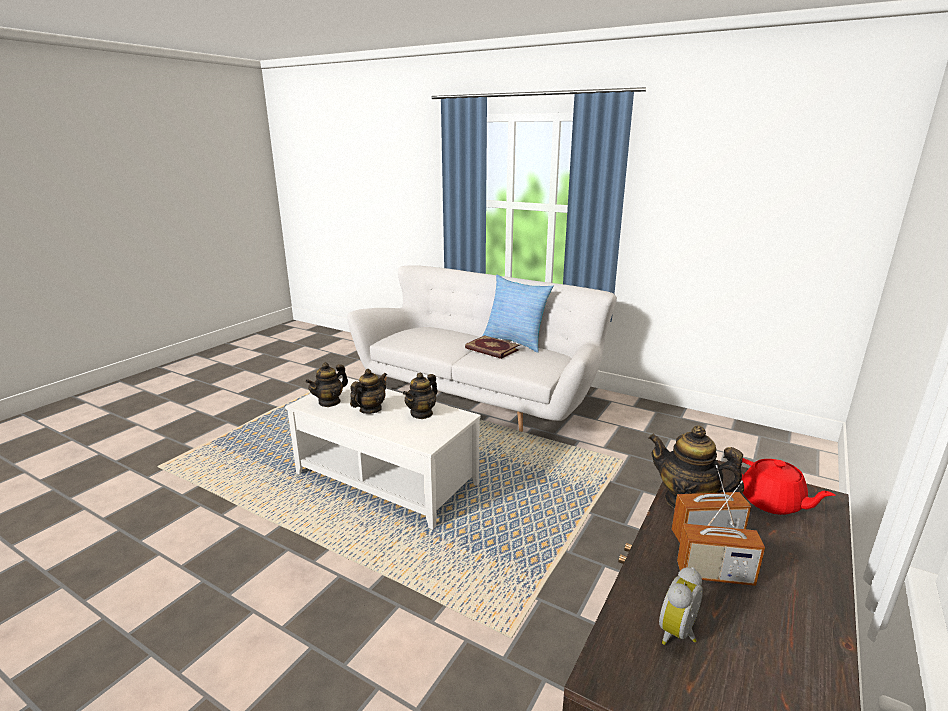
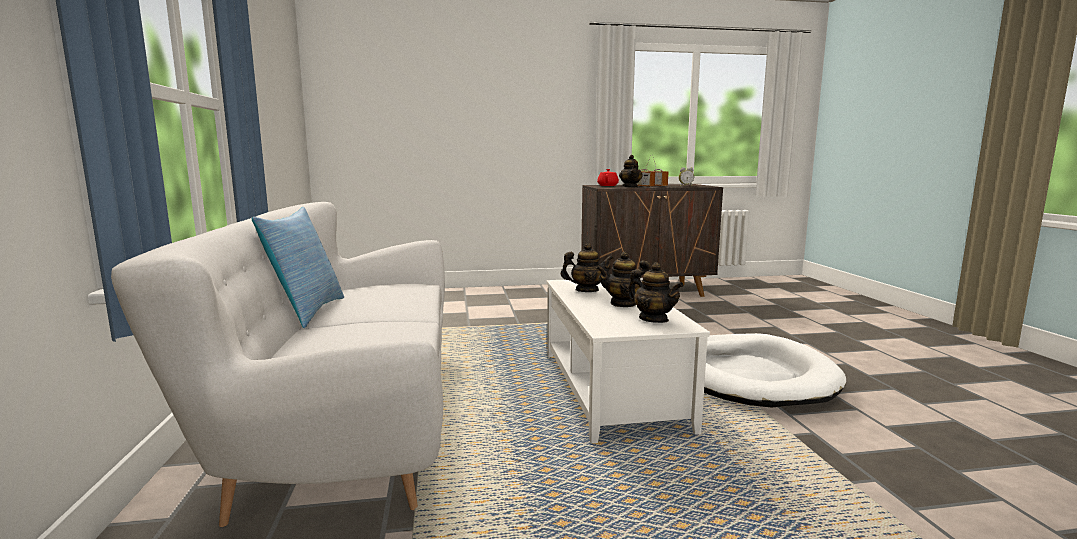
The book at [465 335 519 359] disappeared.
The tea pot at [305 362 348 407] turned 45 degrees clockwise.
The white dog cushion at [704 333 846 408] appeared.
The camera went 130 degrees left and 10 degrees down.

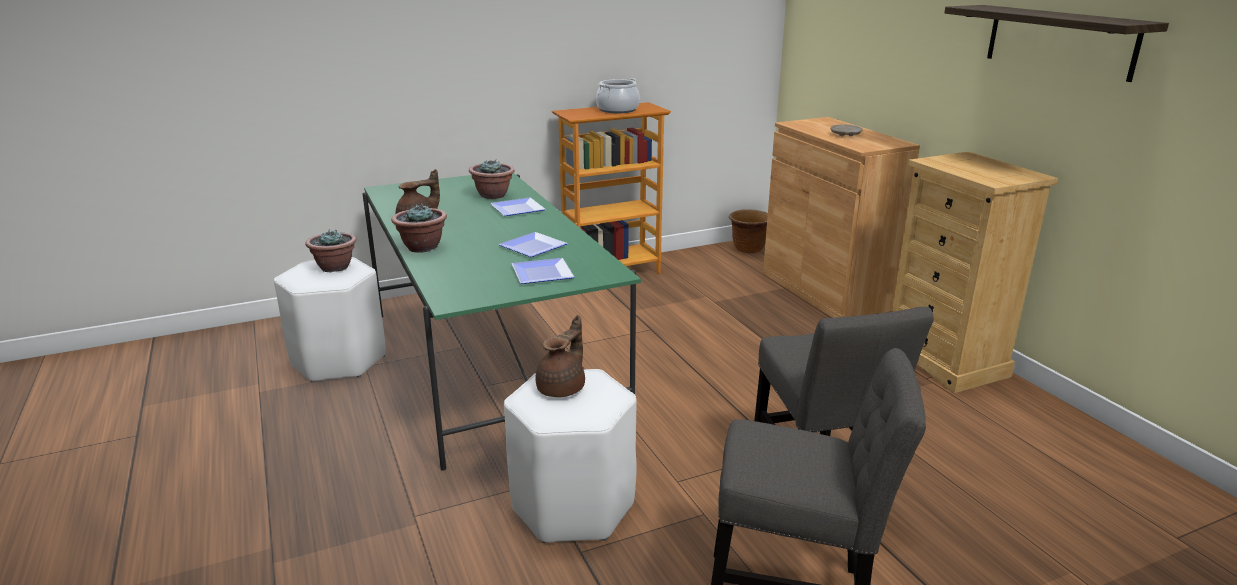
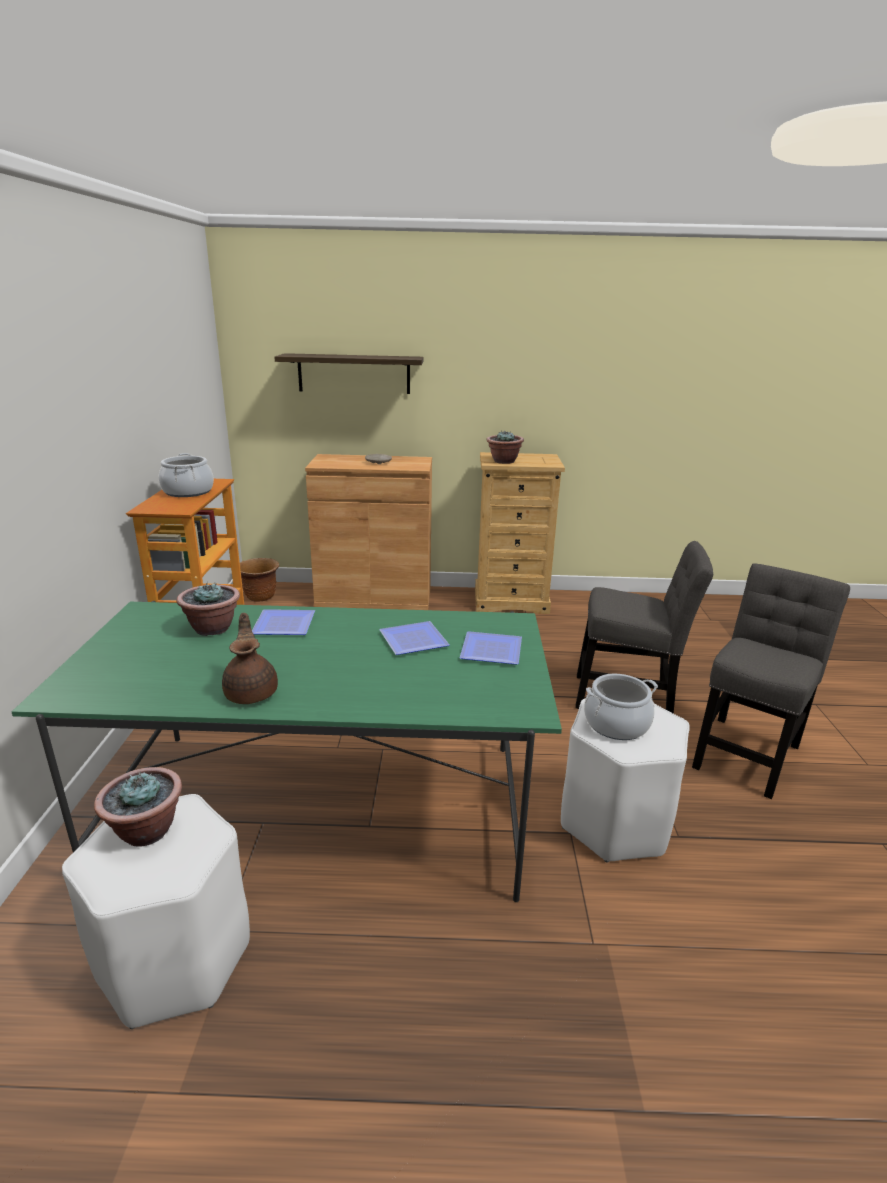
The shelf moved from [944 5 1169 82] to [275 353 424 394].
The houseplant moved from [391 203 447 253] to [486 430 524 464].
The brown-coloured tea pot at [535 315 585 397] was replaced by the saucepot at [584 674 658 740].
The camera went 65 degrees left and 0 degrees up.

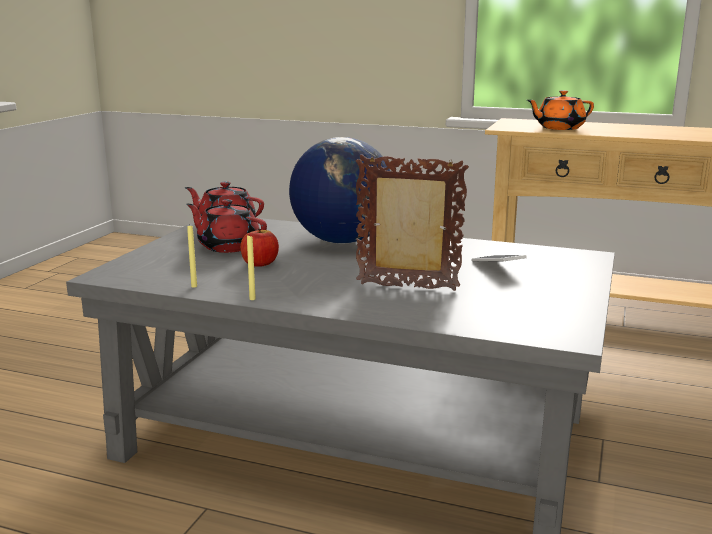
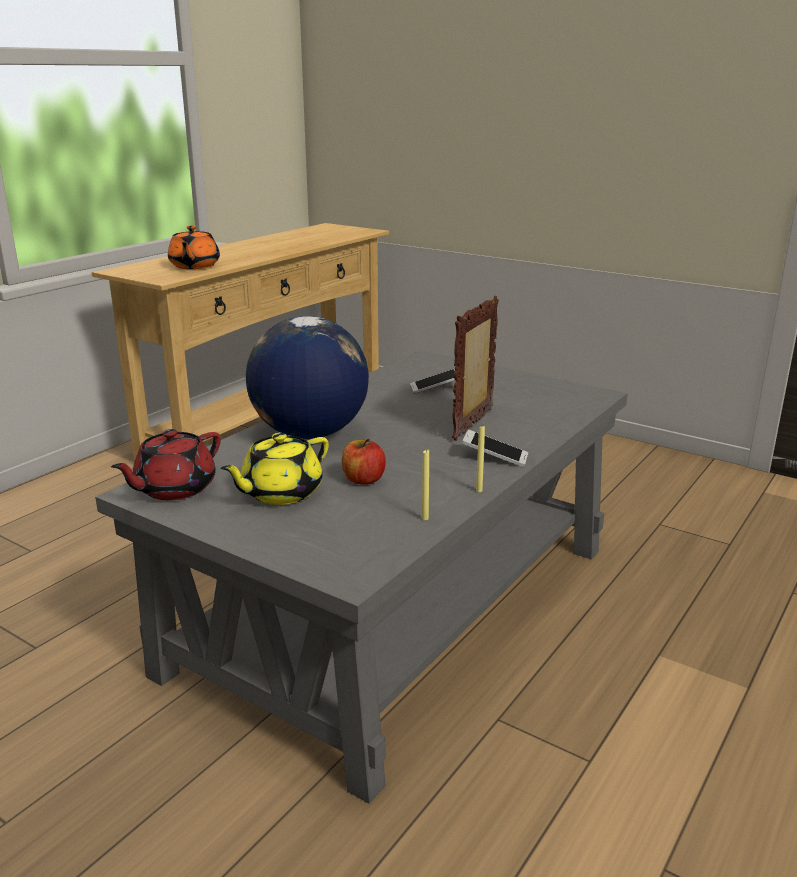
The reddish tea pot at [186 199 267 253] became the yellow-coloured tea pot at [220 433 329 505].
The handset at [462 430 528 467] appeared.
The camera went 75 degrees left and 5 degrees up.

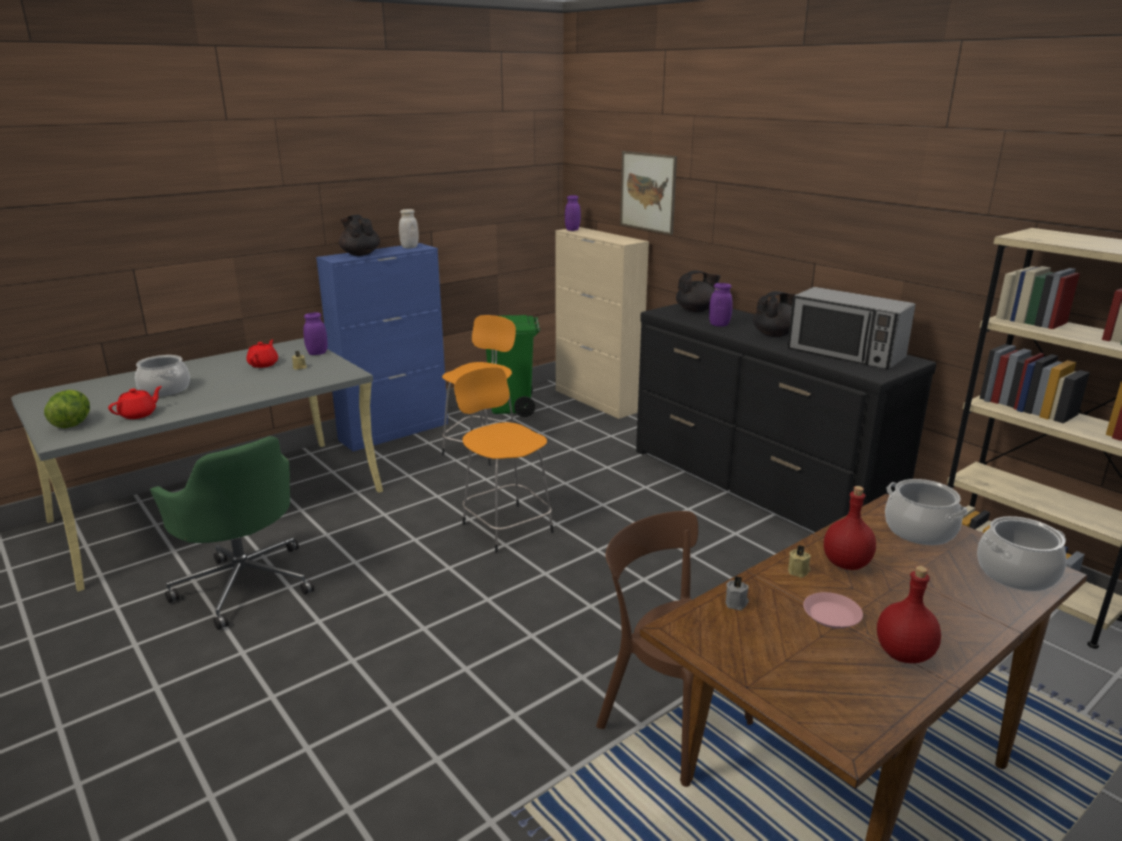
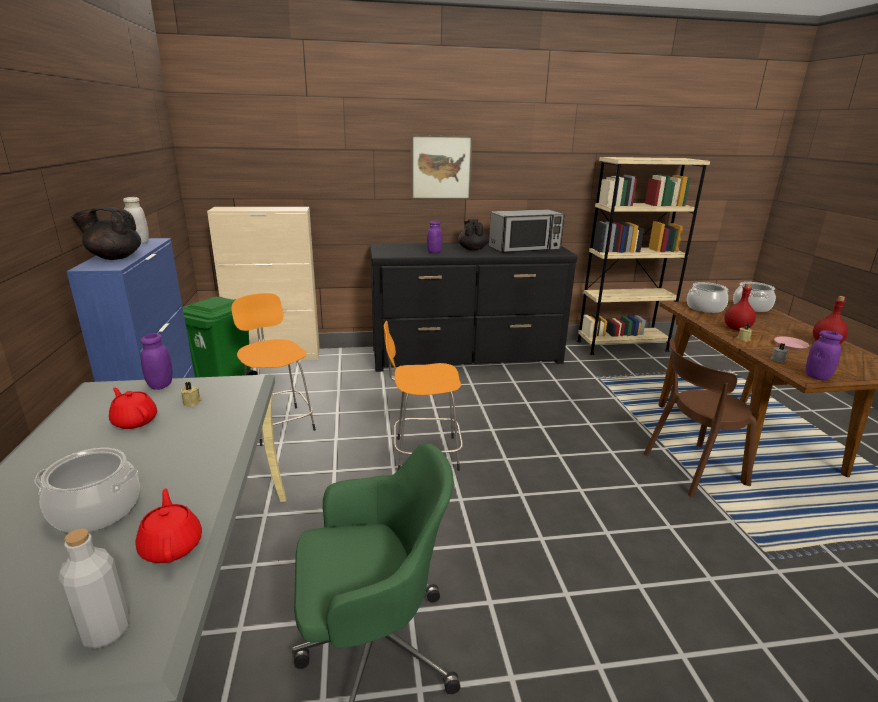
The picture moved from [620 151 677 235] to [411 135 473 200].
The purple-coloured storage jar moved from [565 195 581 231] to [806 330 843 380].
The black tea pot at [676 271 721 312] disappeared.
The lettuce at [44 390 90 428] was replaced by the gray bottle at [59 528 130 649].
The camera went 60 degrees left and 0 degrees up.

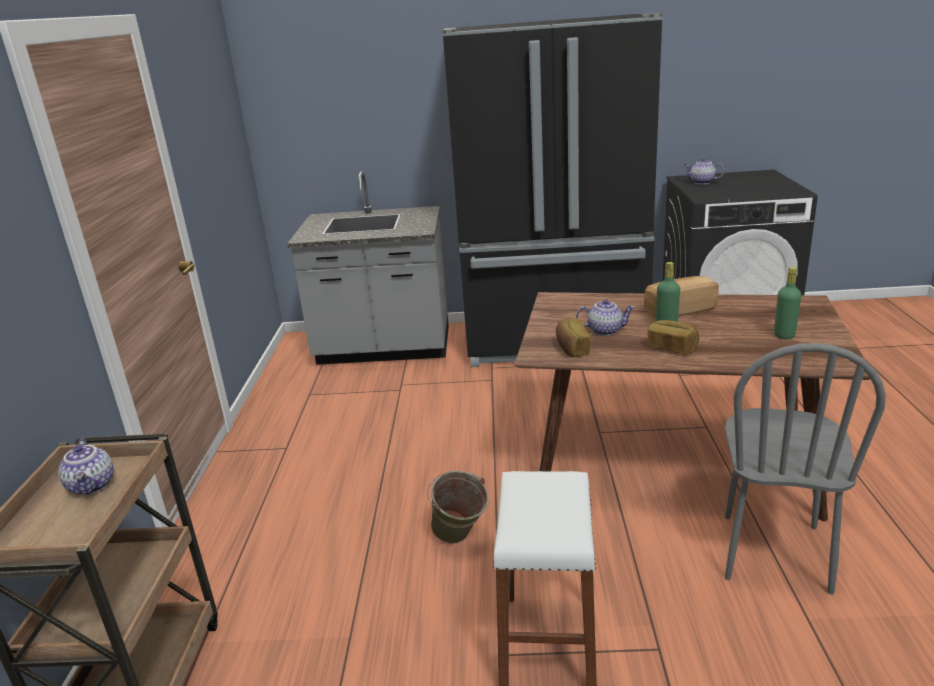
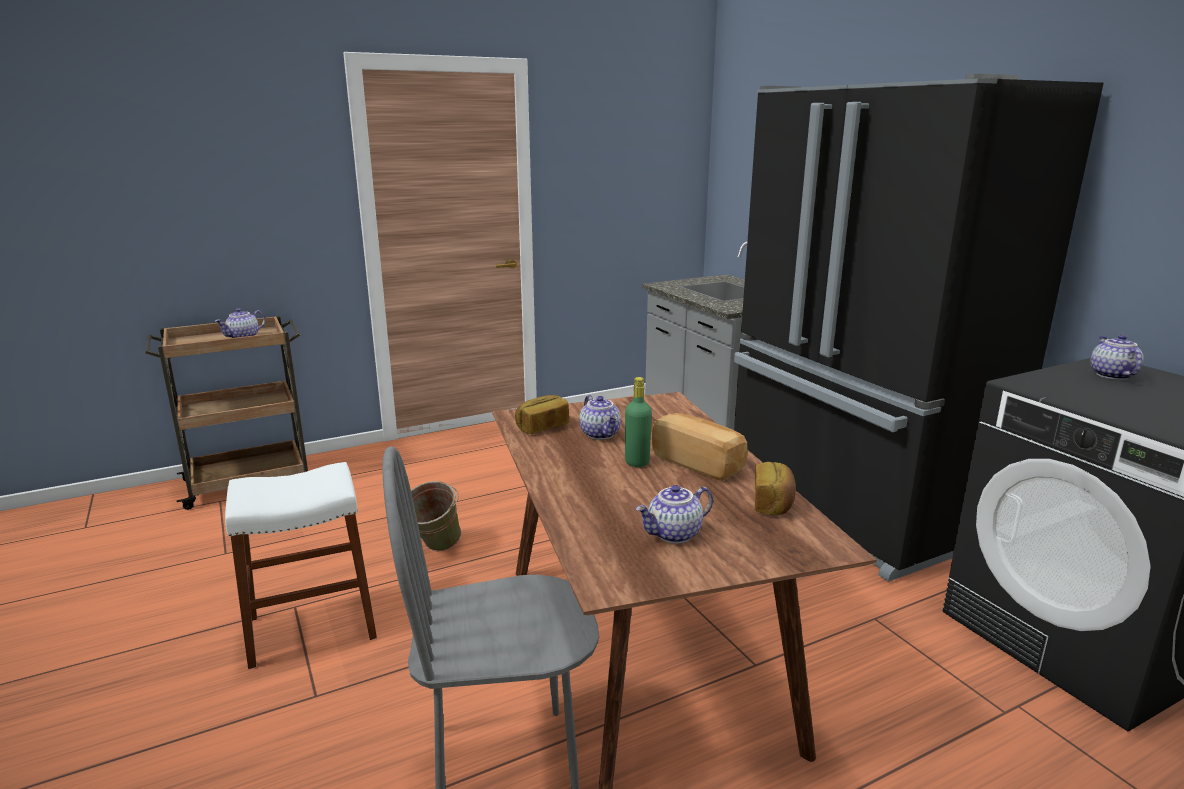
The greenish bottle at [774 267 801 340] was replaced by the tea pot at [636 485 713 544].
The baked bread moved from [648 320 699 354] to [755 462 796 515].
The camera went 60 degrees right and 5 degrees down.

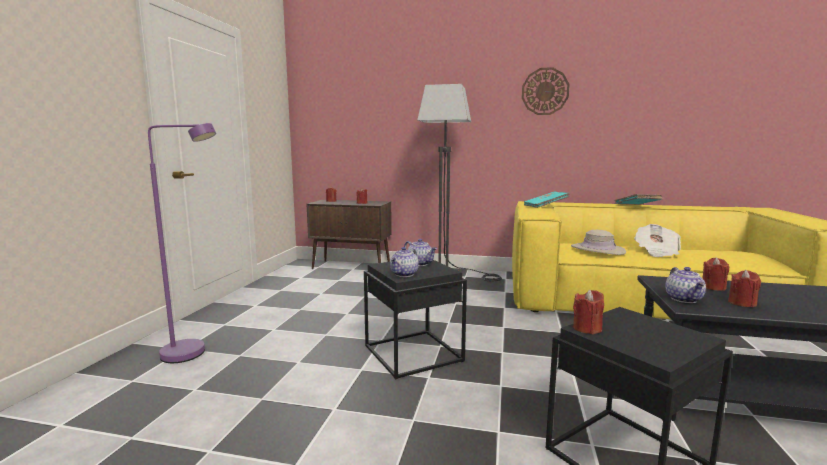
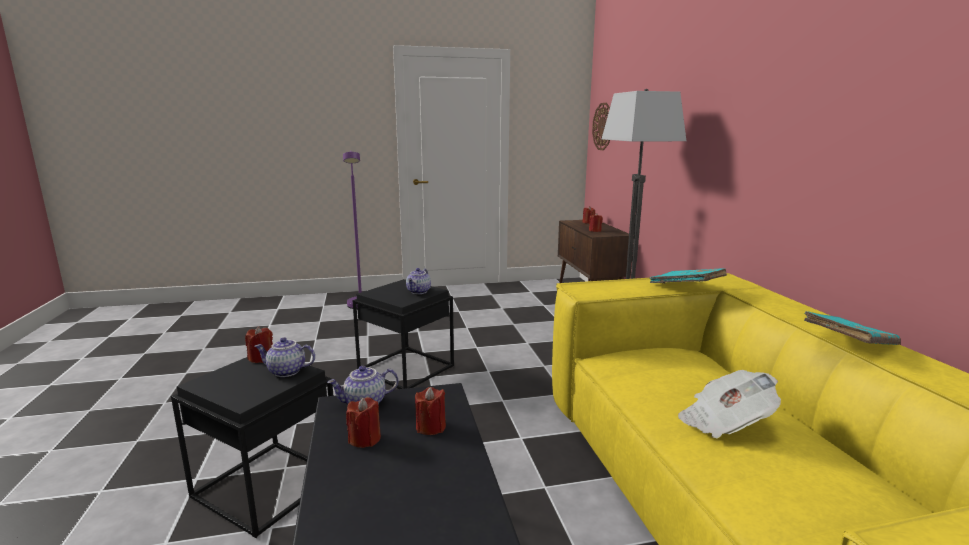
The wall clock moved from [522 67 570 115] to [592 103 610 150].
The beige-coloured hat at [571 230 626 255] disappeared.
The tea pot moved from [390 247 419 277] to [254 337 315 377].
The camera went 65 degrees right and 5 degrees up.

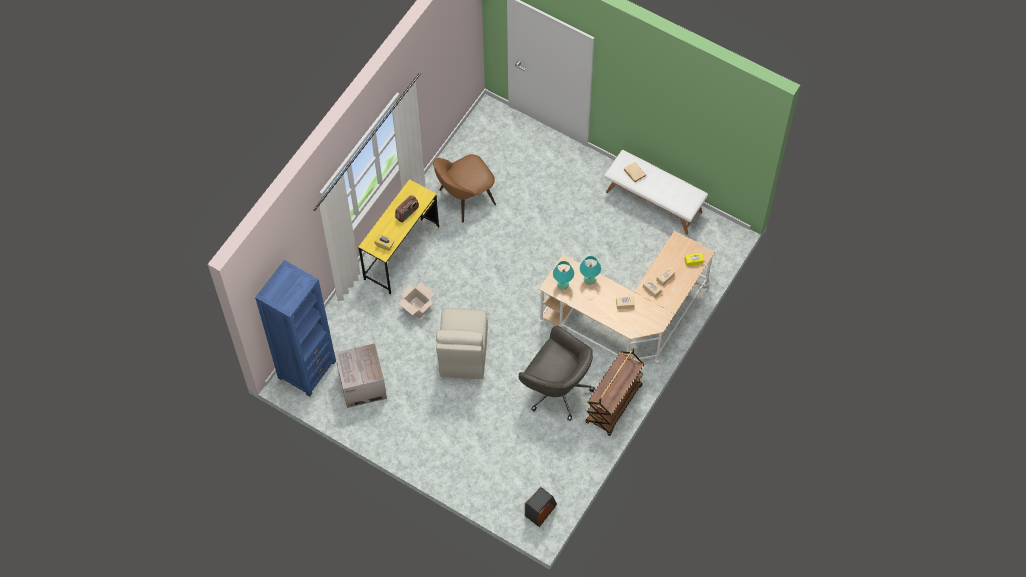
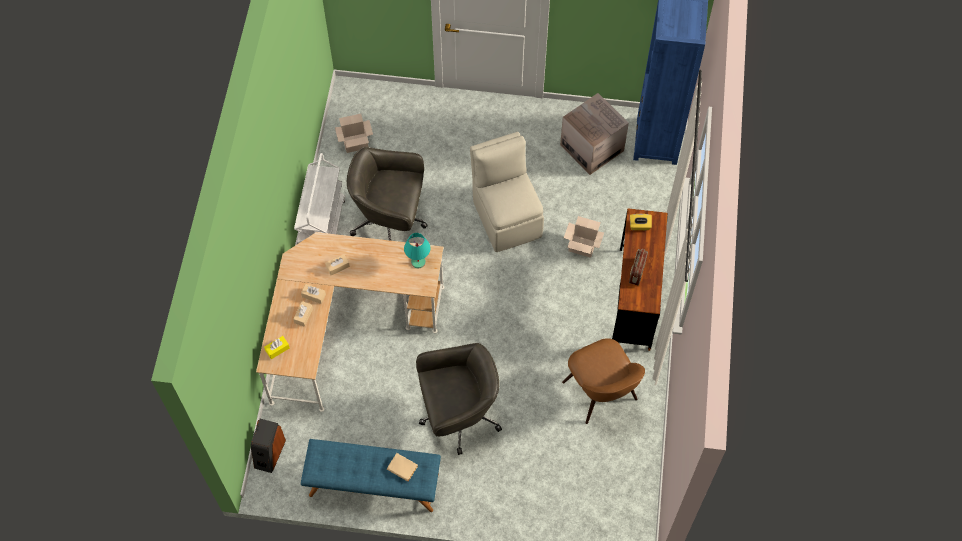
The white indoor bench at [604 150 708 235] became the bluish indoor bench at [301 439 441 512].
The brown-coloured chair at [433 154 496 223] turned 120 degrees clockwise.
The yellow-coloured desk unit at [358 179 440 294] became the brown-coloured desk unit at [612 208 668 351].
The turquoise-coloured table lamp at [580 256 601 285] disappeared.
The brown-coloured wheeled cart at [585 349 644 436] became the white wheeled cart at [294 153 345 243].
The audio speaker moved from [525 487 557 527] to [251 419 286 473].
The packing box at [335 114 373 153] appeared.
The gray office chair at [416 343 502 455] appeared.
The camera went 155 degrees right and 0 degrees up.

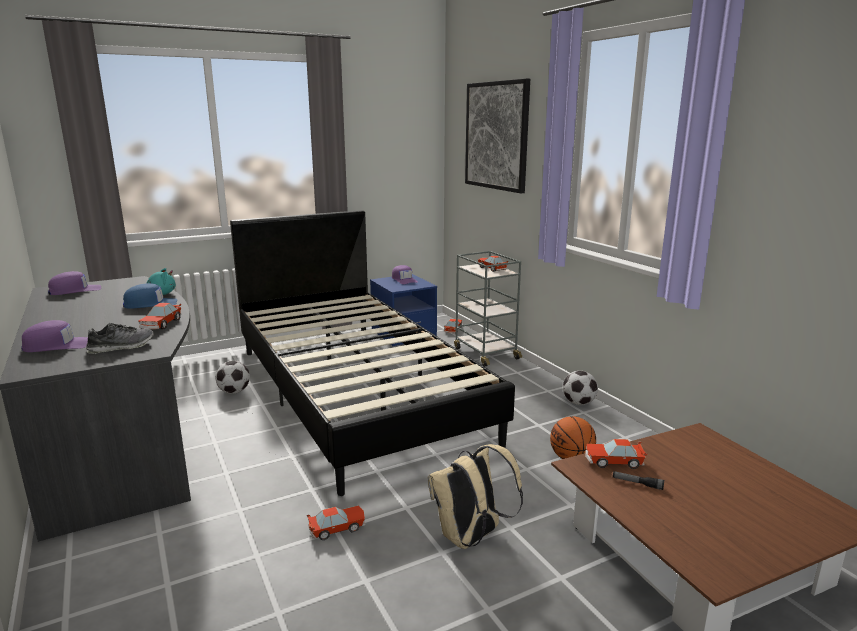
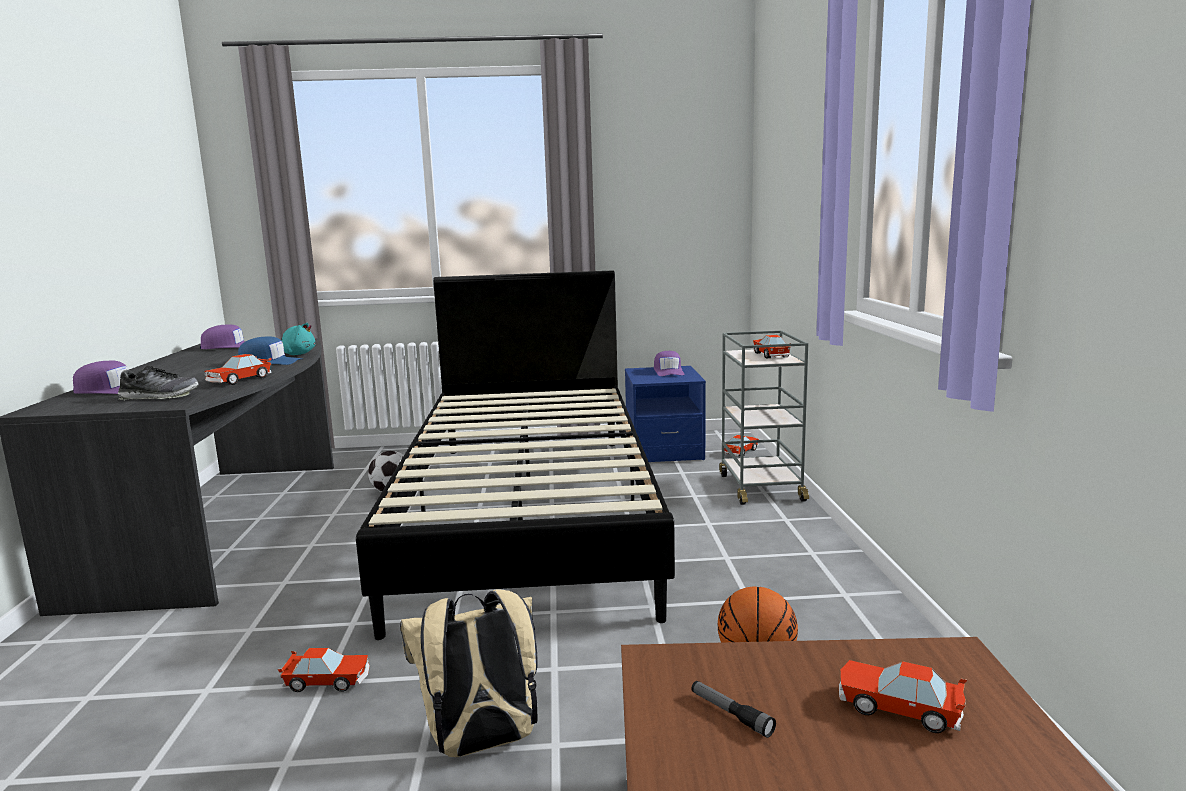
The picture at [465 78 530 193] disappeared.
The football at [563 371 598 405] disappeared.
The miniature car moved from [585 439 648 469] to [839 660 967 733].
The camera went 25 degrees right and 5 degrees down.

